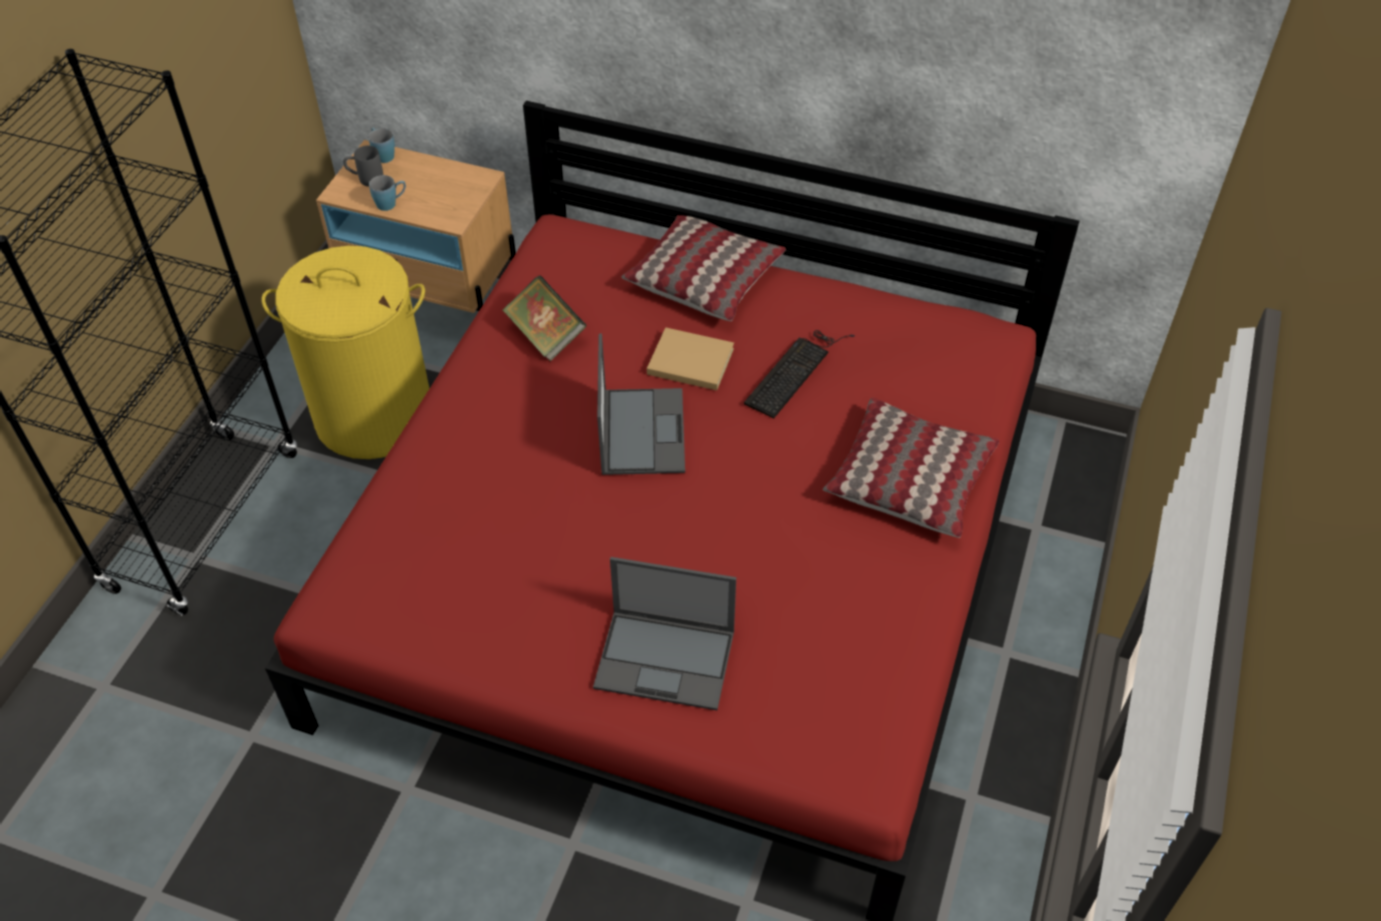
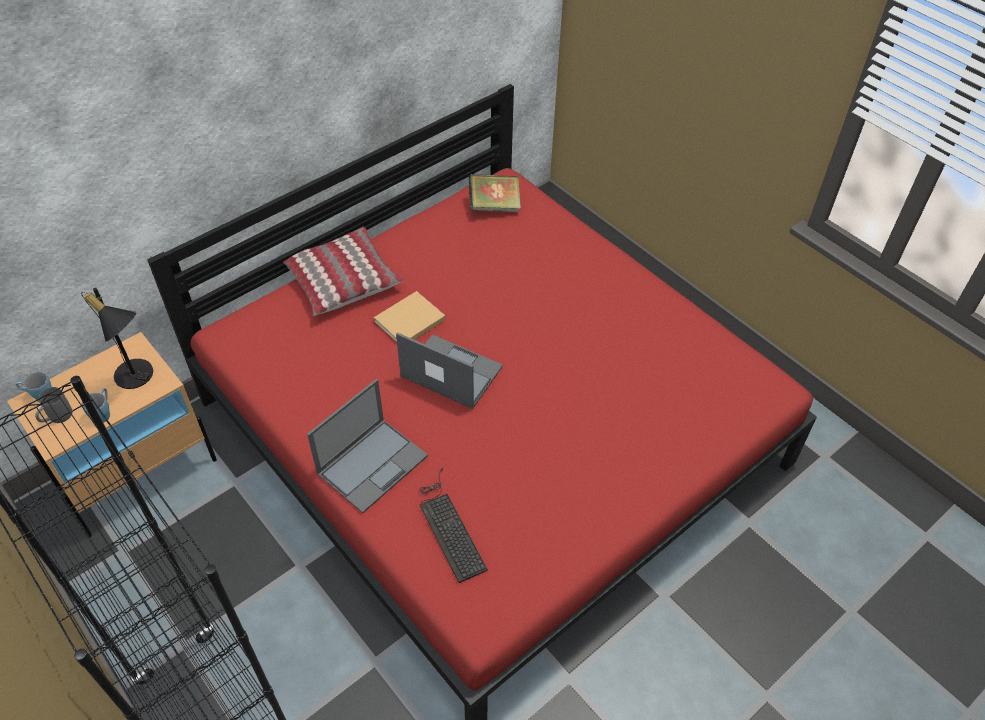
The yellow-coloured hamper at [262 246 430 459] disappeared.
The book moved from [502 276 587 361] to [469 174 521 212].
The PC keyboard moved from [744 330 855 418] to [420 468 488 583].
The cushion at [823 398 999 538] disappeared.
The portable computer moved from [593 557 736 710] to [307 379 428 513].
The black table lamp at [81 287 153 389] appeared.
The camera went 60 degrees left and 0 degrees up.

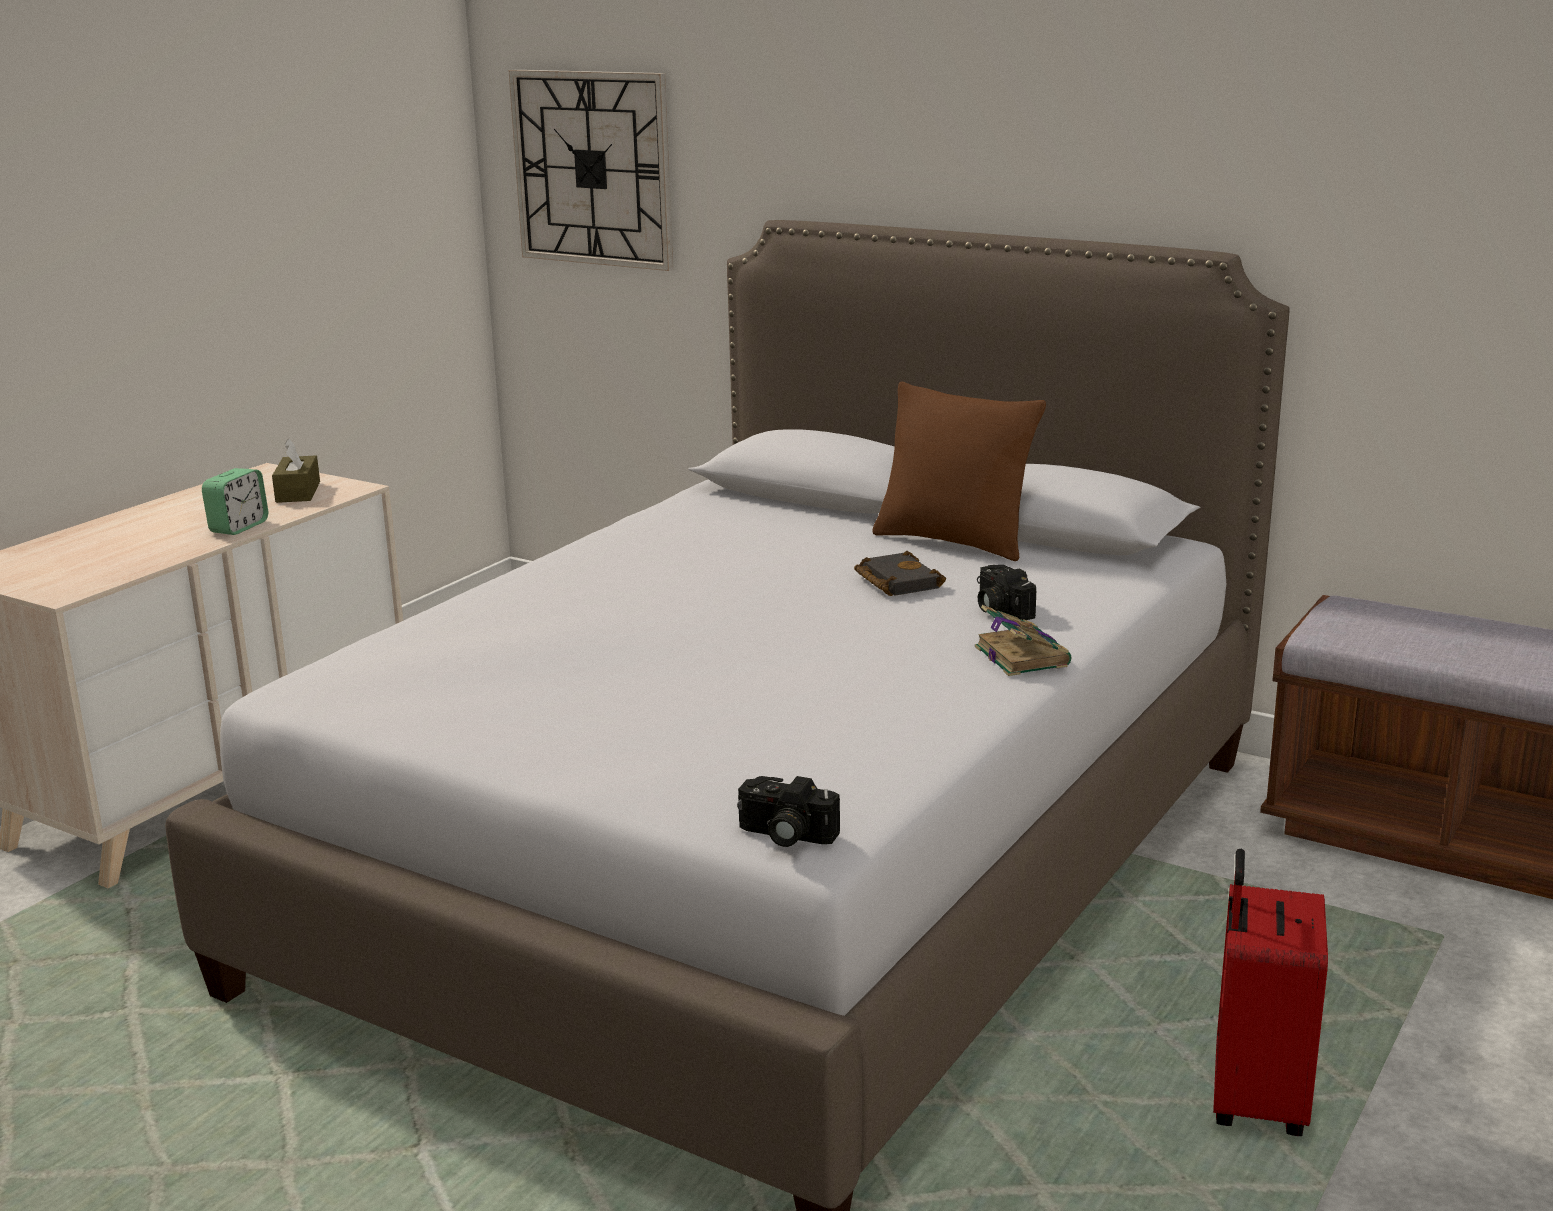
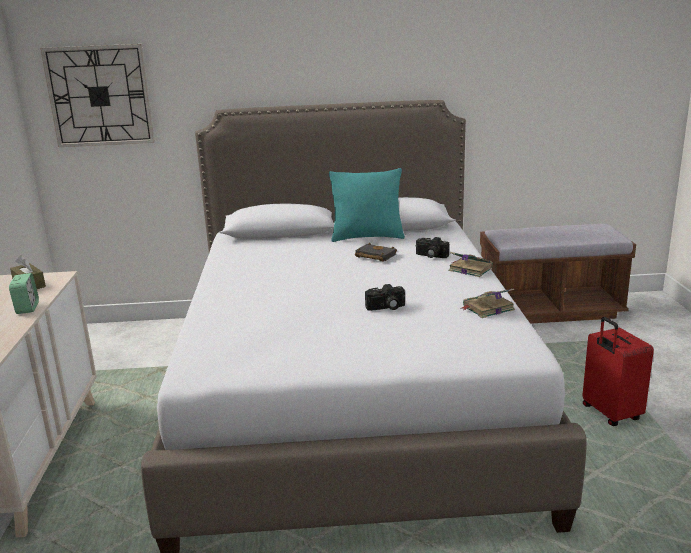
The brown-coloured cushion at [872 382 1046 561] became the turquoise-coloured cushion at [329 168 405 242].
The still camera moved from [737 776 840 847] to [365 284 405 311].
The book at [462 288 515 318] appeared.
The camera went 35 degrees left and 0 degrees up.

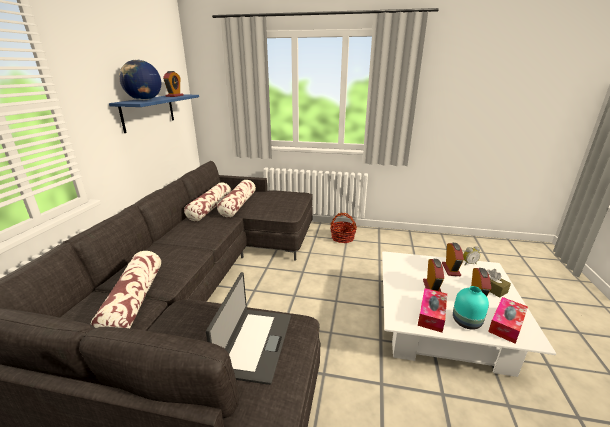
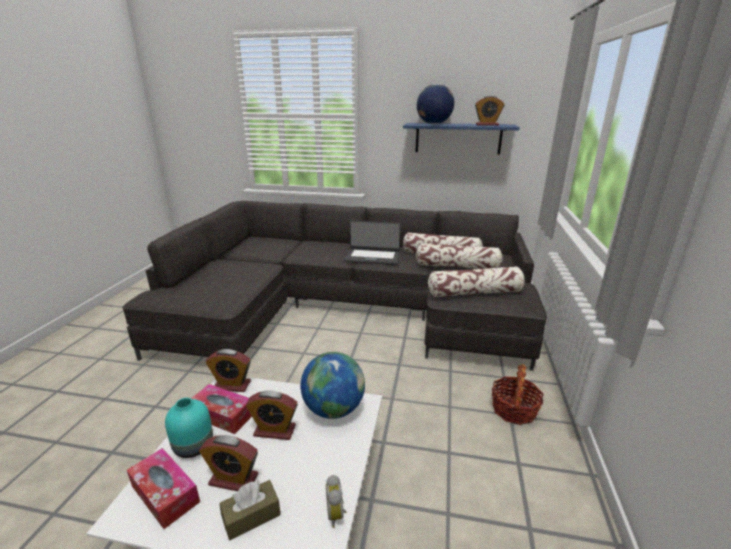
The alarm clock moved from [442 243 464 276] to [205 349 251 392].
The cushion moved from [91 251 161 328] to [428 267 525 297].
The portable computer moved from [206 272 291 385] to [344 221 401 265].
The world globe at [300 352 365 419] appeared.
The camera went 90 degrees right and 0 degrees up.

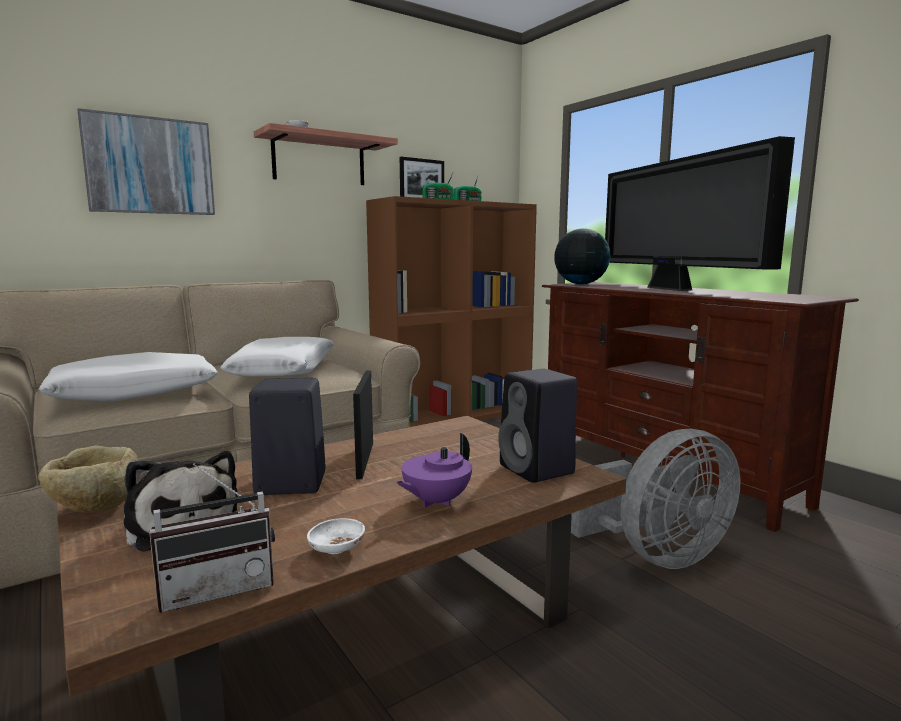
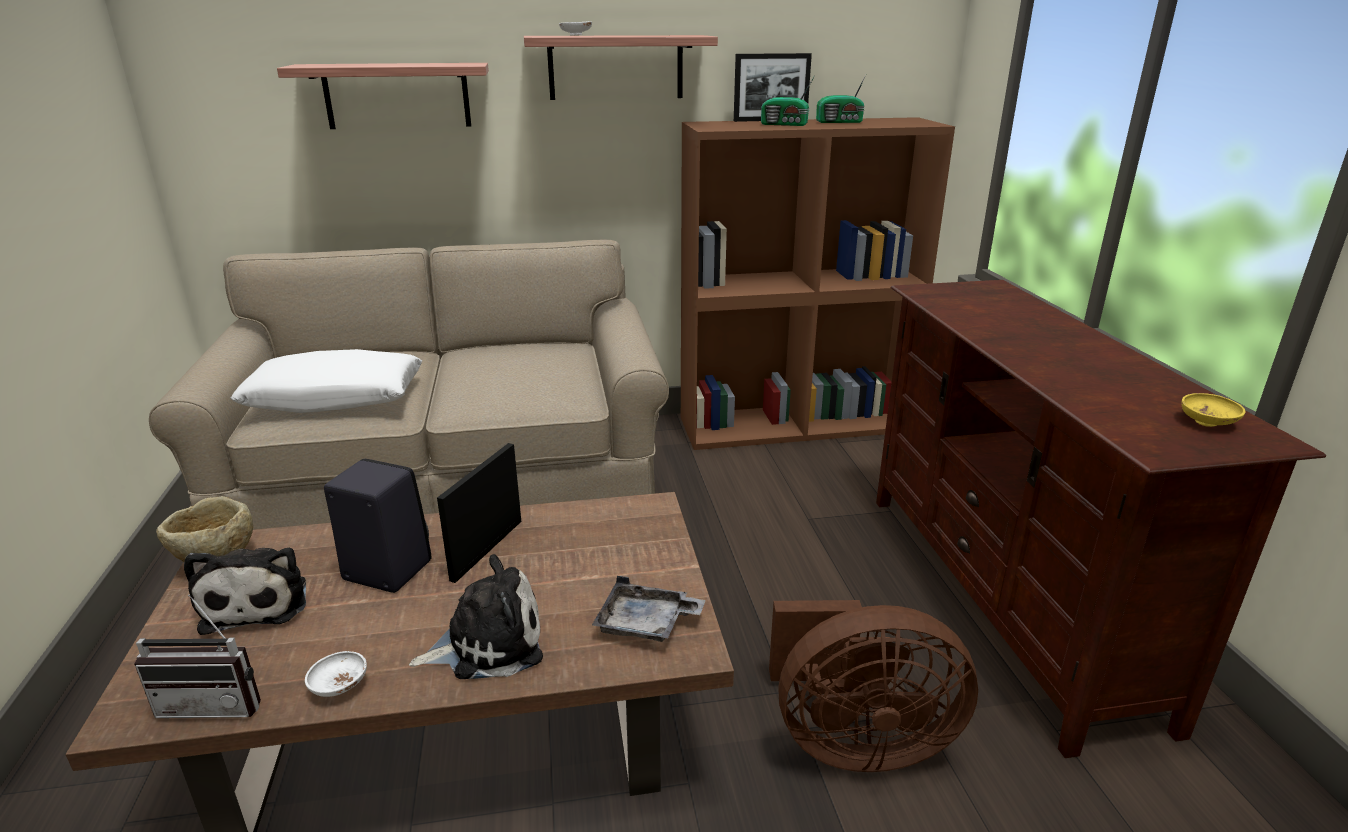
The picture at [77 108 215 215] was replaced by the shelf at [277 63 489 129].
The TV at [605 136 795 291] disappeared.
The world globe at [554 228 610 284] disappeared.
The white cushion at [220 337 334 377] disappeared.
The black audio speaker at [498 369 577 483] was replaced by the gray tray at [592 576 706 642].
The gray electric fan at [571 429 740 569] became the brown-coloured electric fan at [769 600 978 772].
The purple-coloured tea pot at [396 433 472 508] was replaced by the plush toy at [409 554 543 679].
The yellow-coloured deep dish at [1181 393 1245 427] appeared.
The camera went 25 degrees right and 15 degrees up.

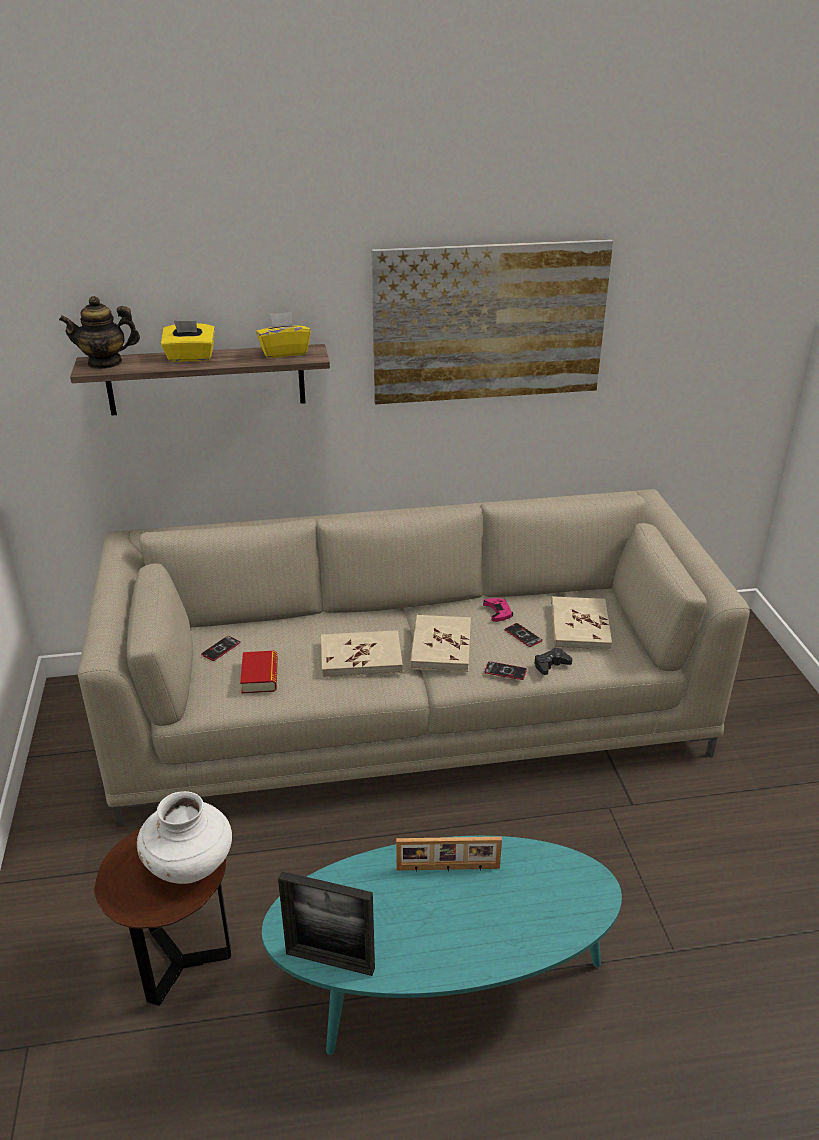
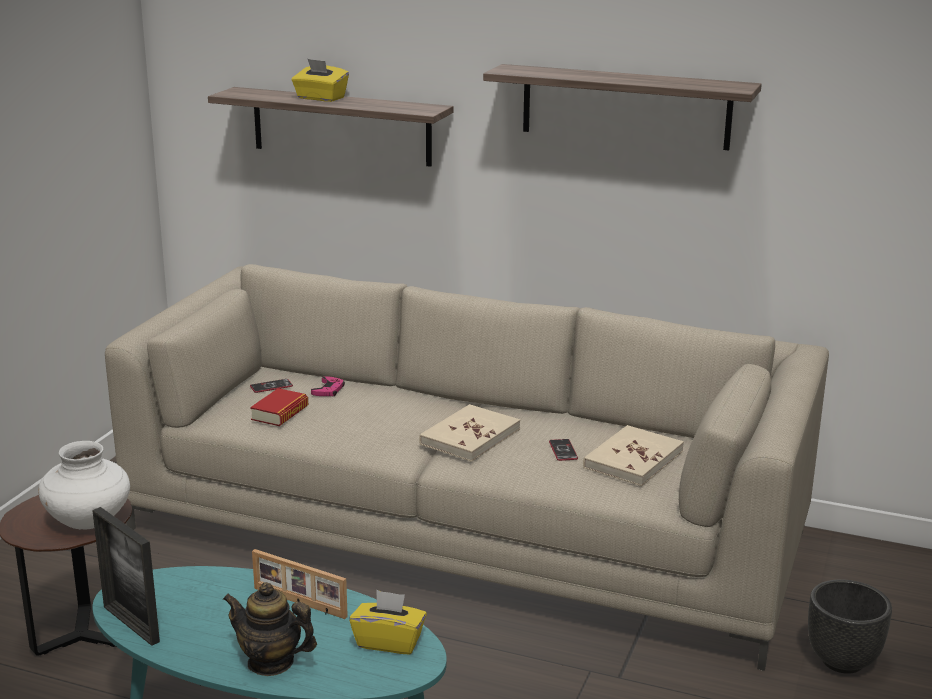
The picture at [372 239 613 404] was replaced by the shelf at [483 64 762 150].
The tea pot moved from [59 296 140 369] to [223 582 317 676].
The yellow-coloured tissue holder moved from [256 312 311 358] to [349 590 427 654].
The pink-coloured game controller moved from [483 598 513 622] to [311 376 345 396].
The beige-coloured book at [321 630 403 677] disappeared.
The black game controller at [534 648 572 675] disappeared.
The handset at [485 661 527 680] disappeared.
The black planter at [808 579 892 674] appeared.
The camera went 30 degrees right and 10 degrees down.

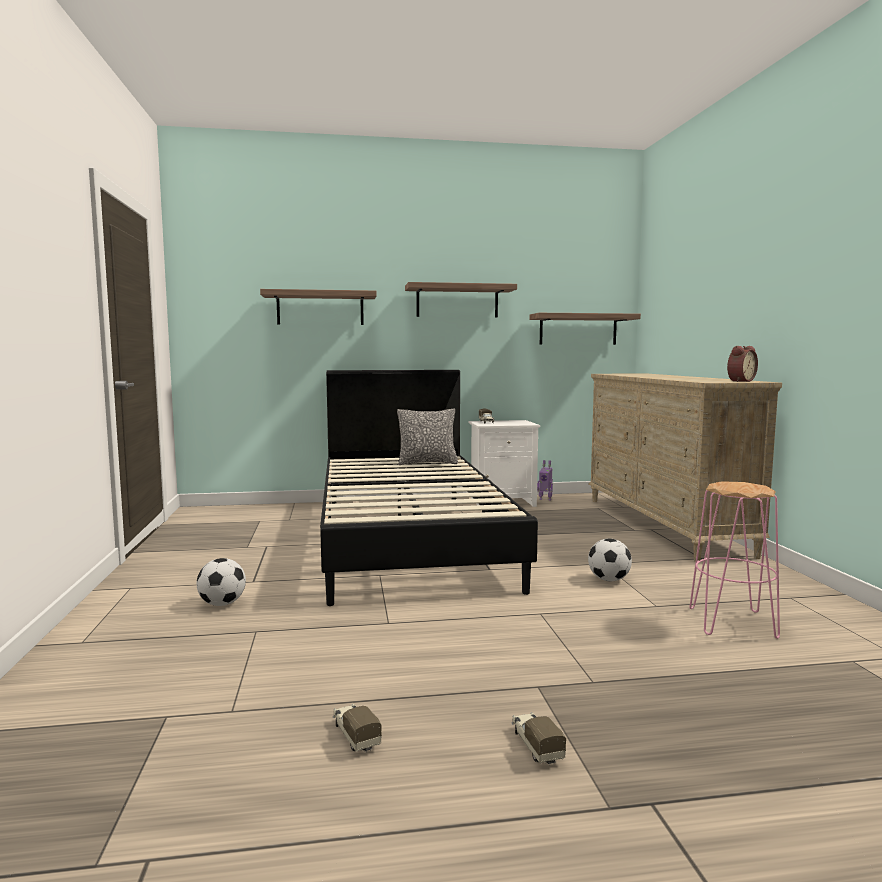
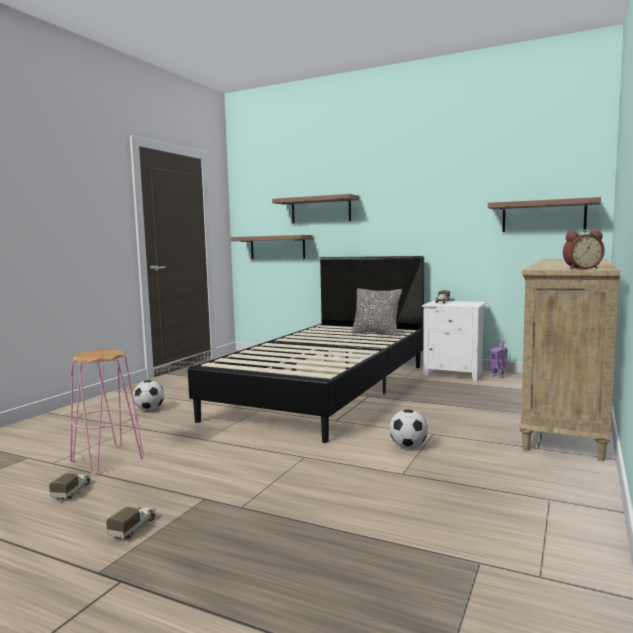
The shelf moved from [405 282 517 318] to [231 235 313 259].
The pink-coloured sitting stool moved from [689 481 780 639] to [70 349 144 475].
The camera went 35 degrees right and 0 degrees up.

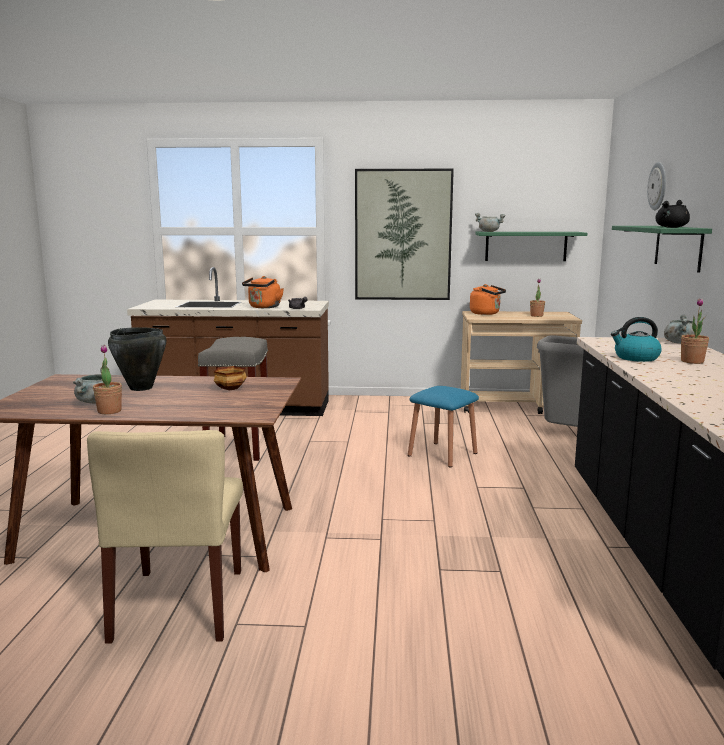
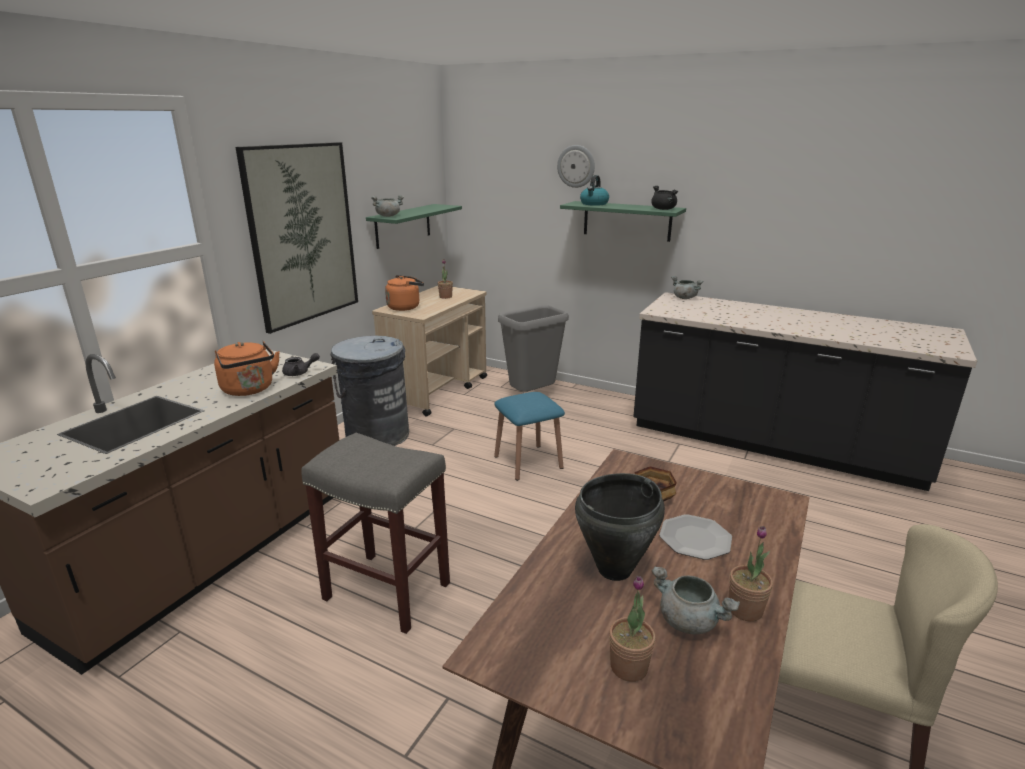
The houseplant moved from [681 298 709 364] to [609 576 656 682].
The kettle moved from [611 317 662 362] to [580 175 609 206].
The gray trash can at [331 336 409 446] appeared.
The dinner plate at [659 514 732 560] appeared.
The camera went 65 degrees left and 10 degrees up.

